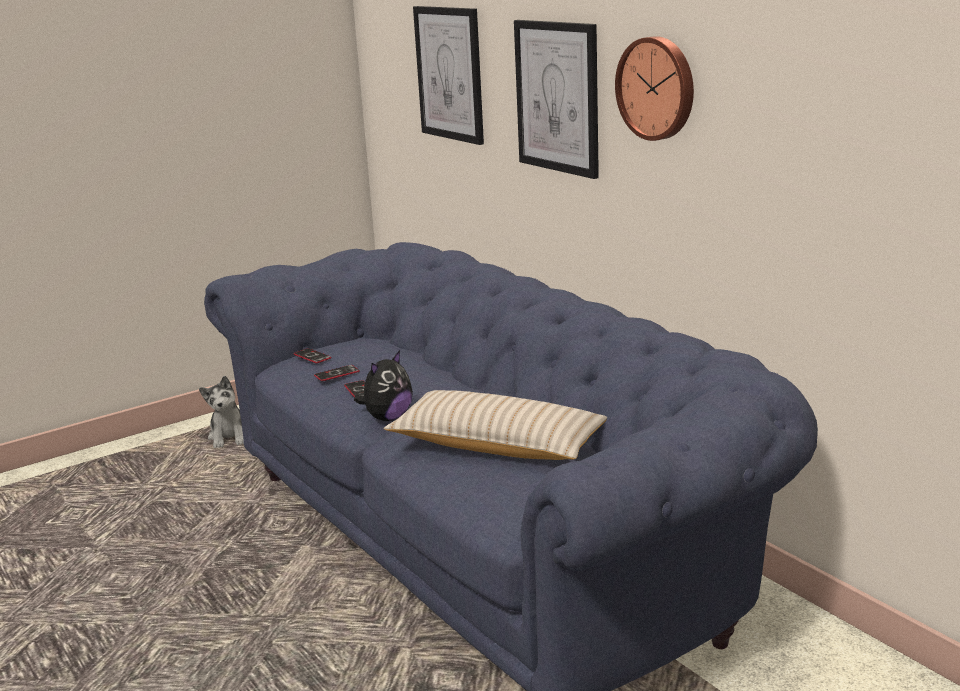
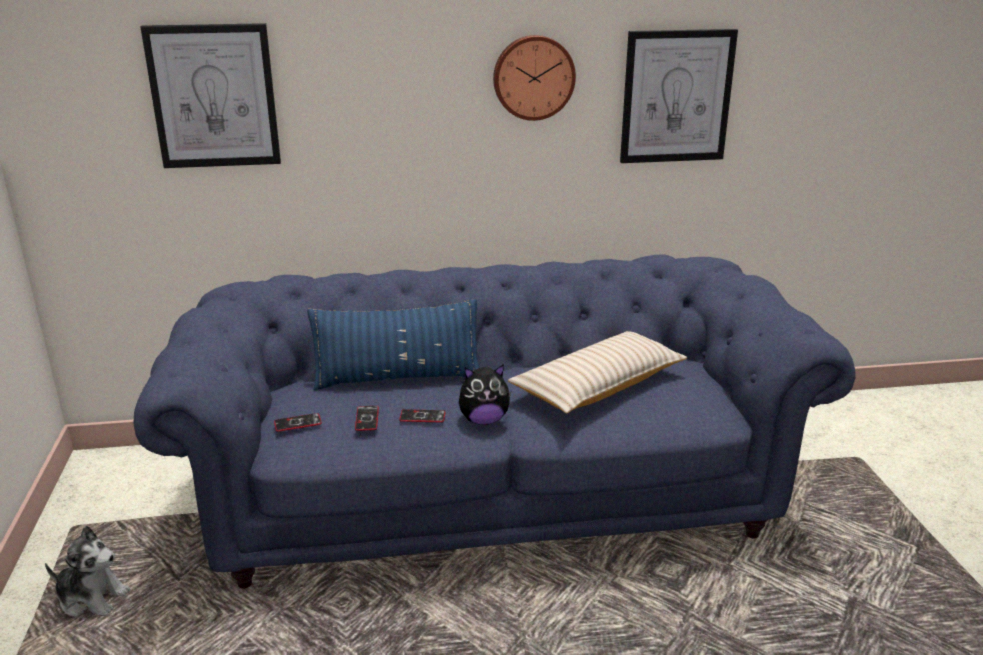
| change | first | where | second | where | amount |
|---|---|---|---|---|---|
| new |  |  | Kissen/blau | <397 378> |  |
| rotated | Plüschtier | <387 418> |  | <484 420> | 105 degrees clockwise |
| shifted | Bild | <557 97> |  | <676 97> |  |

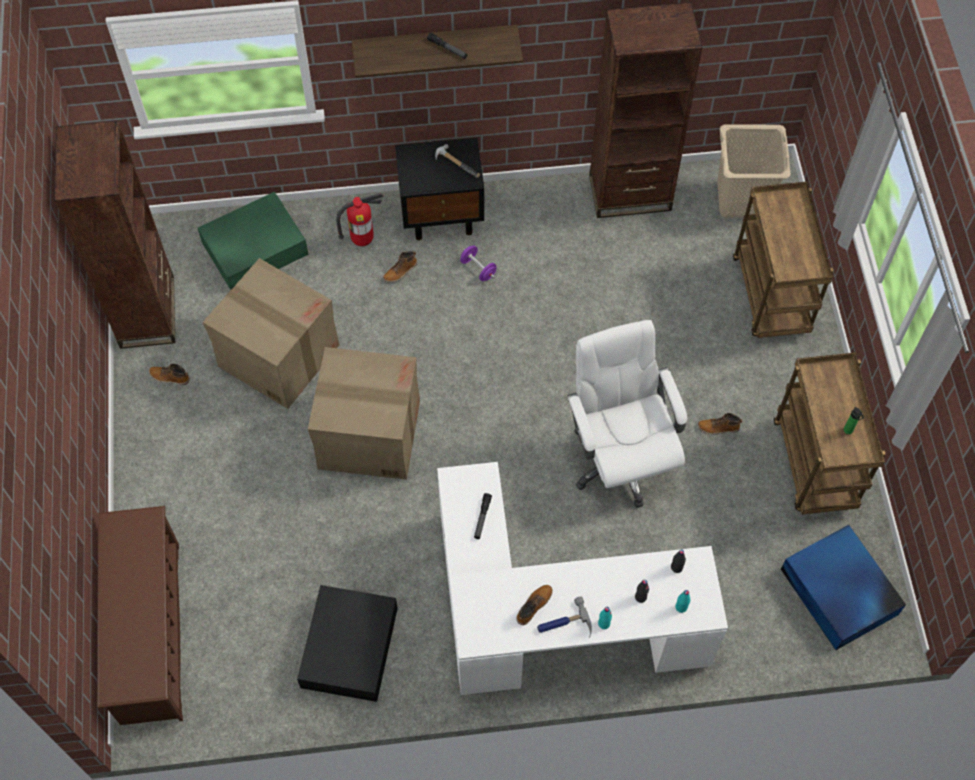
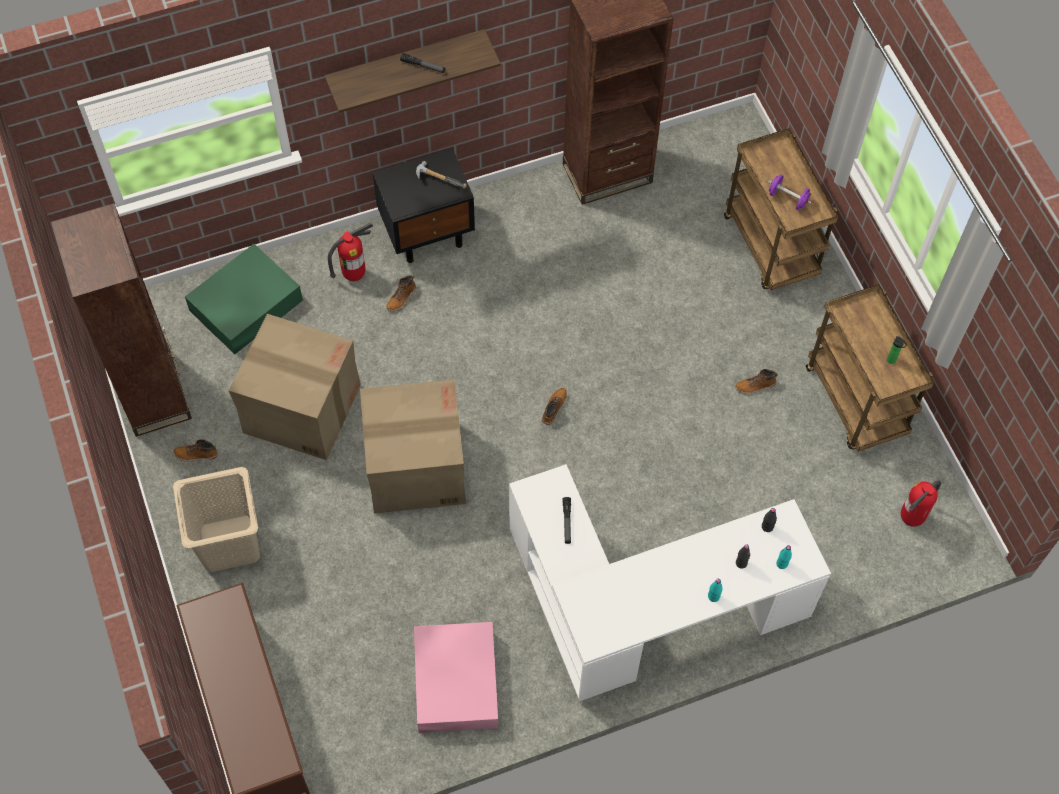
| change | first | where | second | where | amount |
|---|---|---|---|---|---|
| shifted | Wäschekorb/beige | <741 198> |  | <229 542> |  |
| repainted | Aufbewahrungsbox/schwarz | <350 646> | Aufbewahrungsbox/rosa | <457 680> |  |
| shifted | Stiefel | <533 605> |  | <554 407> |  |
| shifted | Hantel/lila | <478 269> |  | <788 198> |  |
| swapped | Aufbewahrungsbox/blau | <839 593> | Feuerlöscher | <911 519> |  |
| gone | Hammer | <563 625> |  |  |  |
| gone | Bürostuhl/weiß | <619 458> |  |  |  |

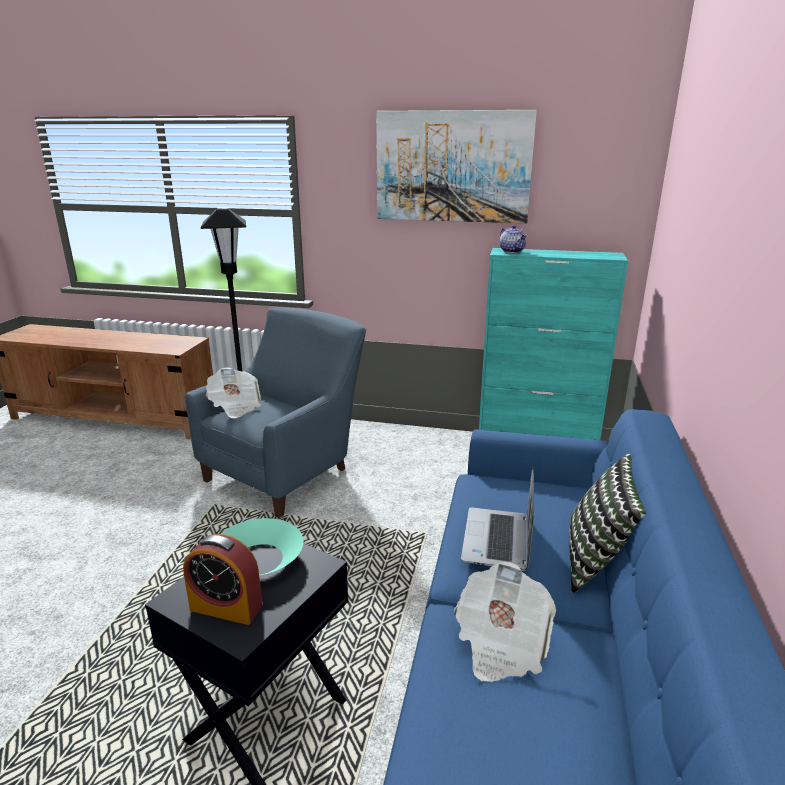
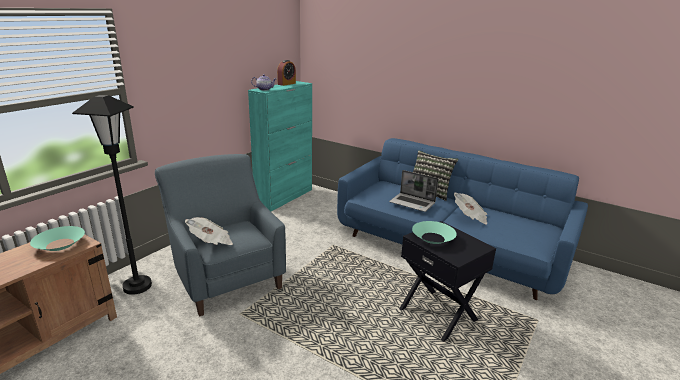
| change | first | where | second | where | amount |
|---|---|---|---|---|---|
| new |  |  | Schüssel/türkis | <60 244> |  |
| shifted | Wecker | <226 607> |  | <286 84> |  |
| gone | Bild | <453 167> |  |  |  |

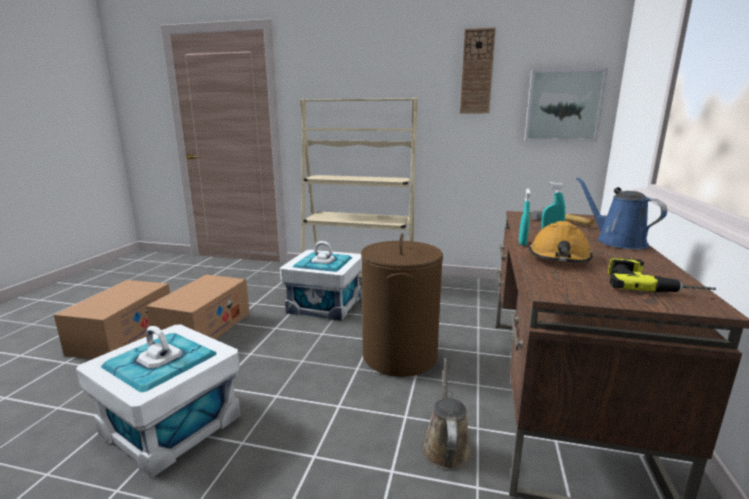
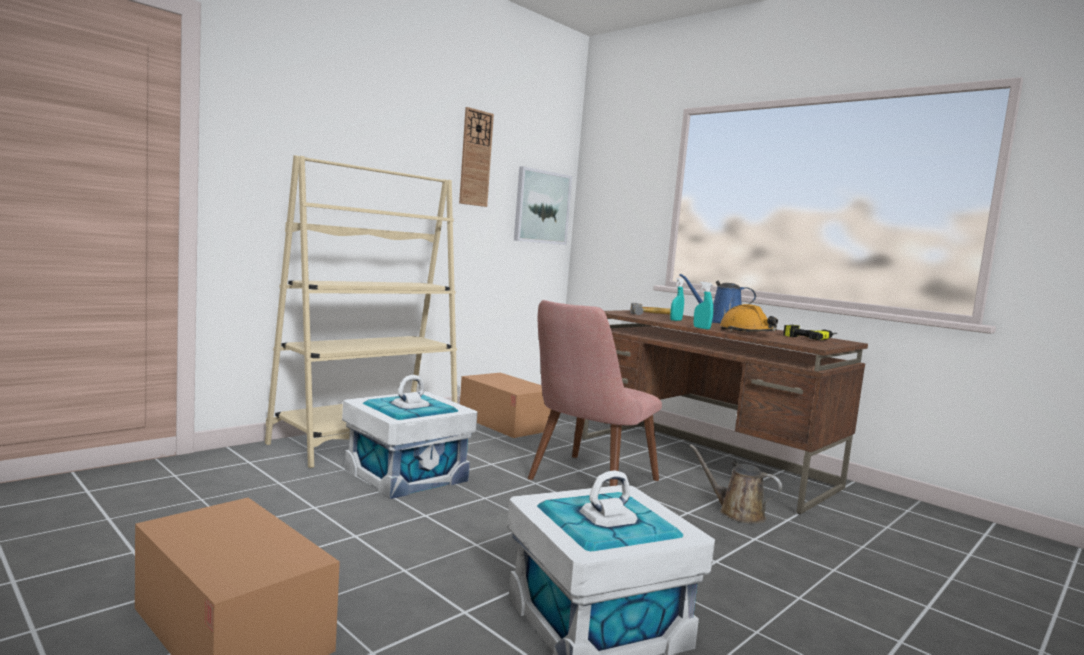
| change | first | where | second | where | amount |
|---|---|---|---|---|---|
| shifted | Karton | <204 328> |  | <504 423> |  |
| swapped | Wäschekorb/braun | <399 355> | Stuhl/rosa | <585 483> |  |

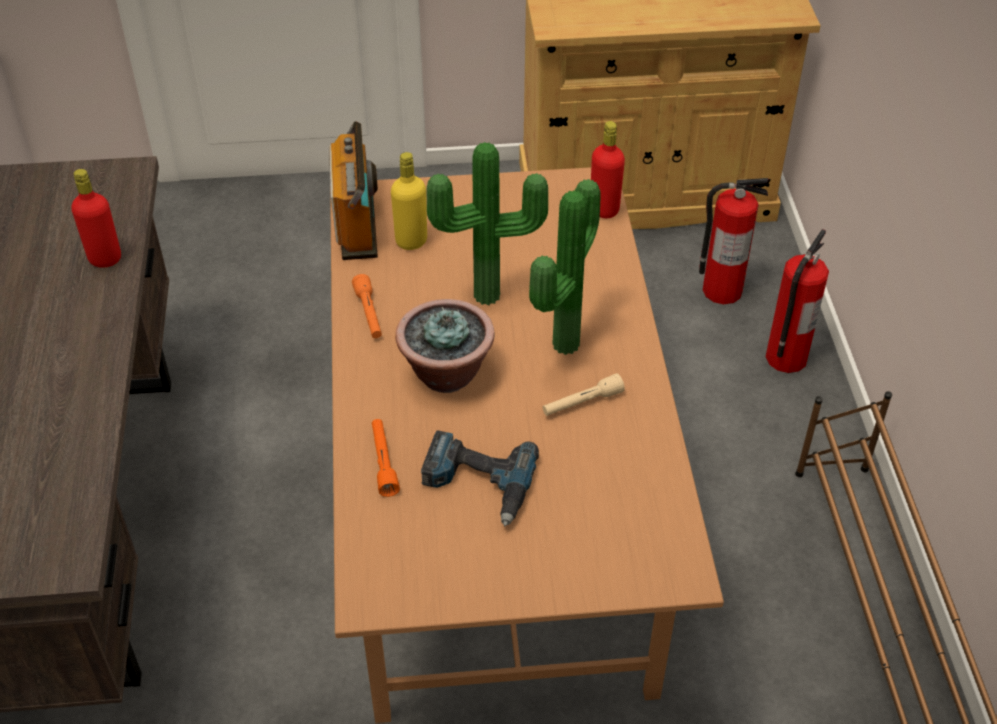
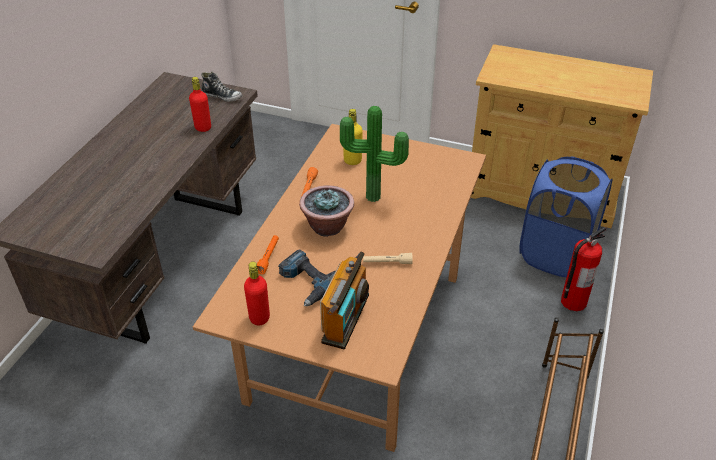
| change | first | where | second | where | amount |
|---|---|---|---|---|---|
| new |  |  | Schuh | <222 96> |  |
| shifted | Flasche/rot | <604 209> |  | <259 318> |  |
| shifted | Radio | <358 223> |  | <346 318> |  |
| swapped | Feuerlöscher | <721 290> | Wäschekorb/blau | <555 254> |  |
| gone | Topfpflanze | <560 343> |  |  |  |

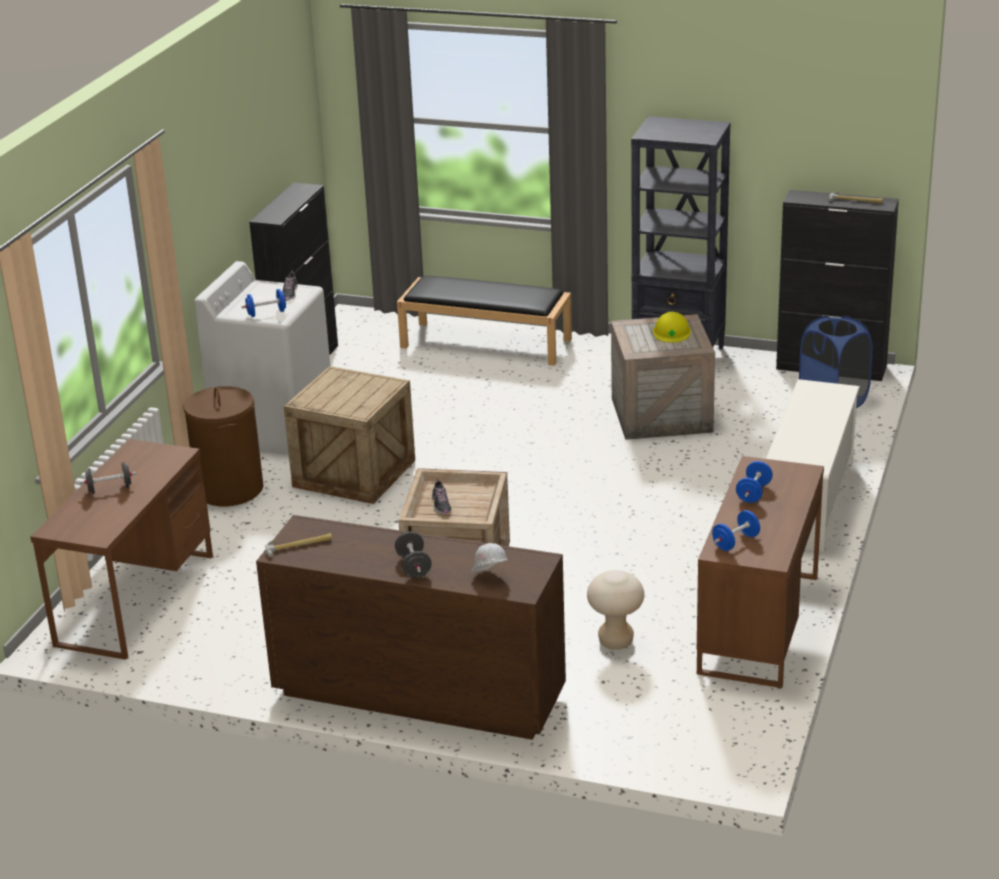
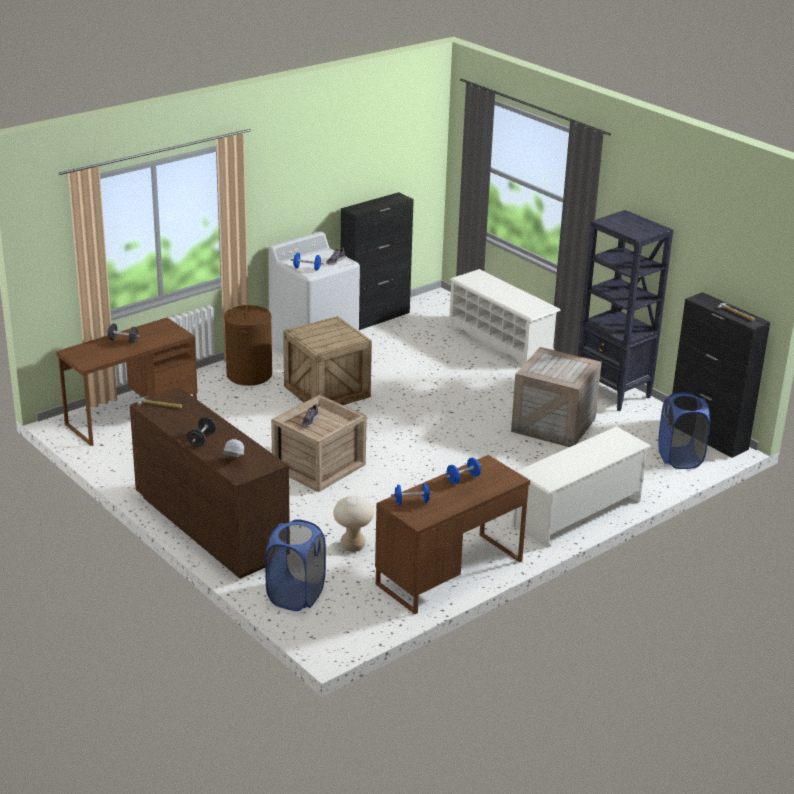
| change | first | where | second | where | amount |
|---|---|---|---|---|---|
| new |  |  | Wäschekorb/blau | <296 596> |  |
| swapped | Bank/schwarz | <487 343> | Schuhregal/weiß | <500 342> |  |
| gone | Schutzhelm/gelb | <672 332> |  |  |  |

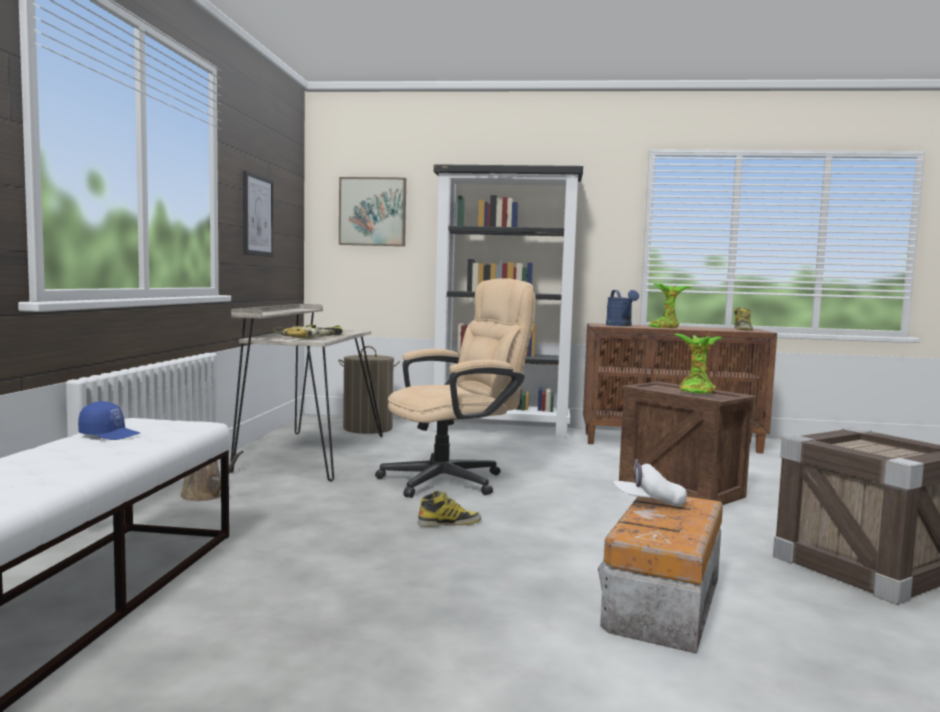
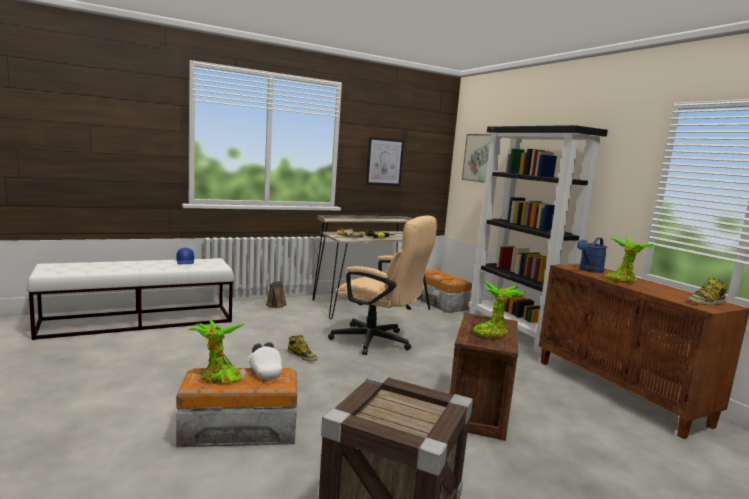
| change | first | where | second | where | amount |
|---|---|---|---|---|---|
| new |  |  | Topfpflanze | <218 378> |  |
| swapped | Wäschekorb | <368 428> | Aufbewahrungsbox | <440 303> |  |

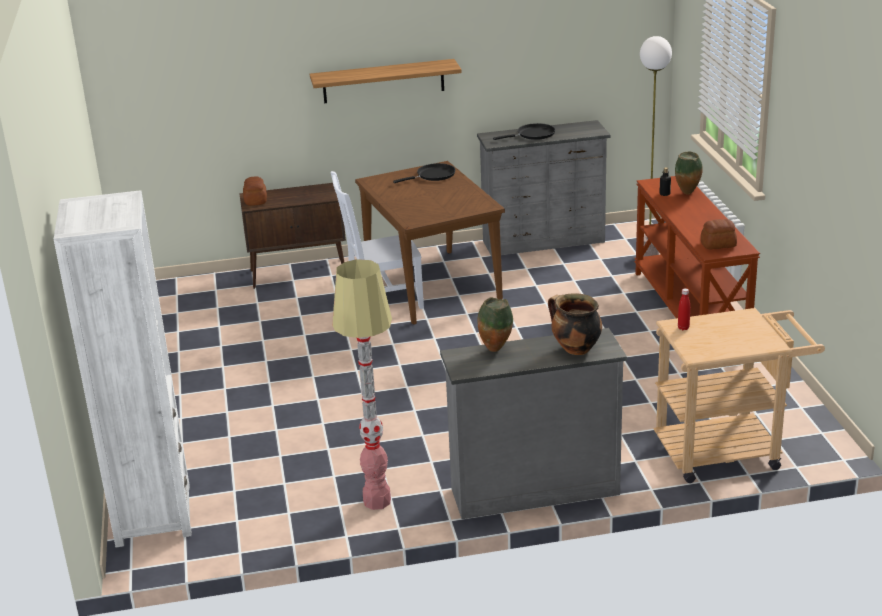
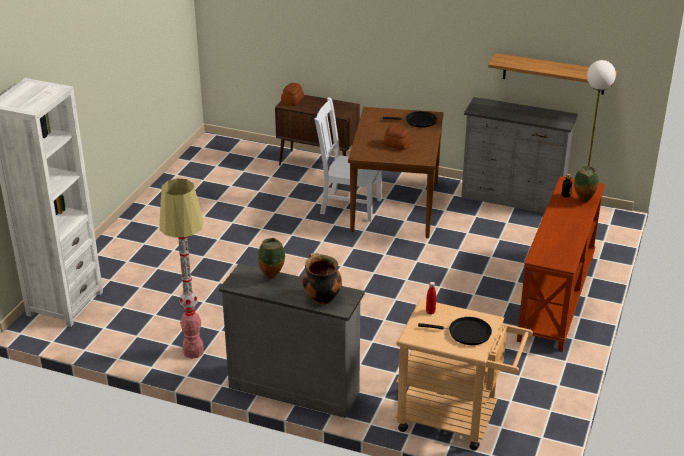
| change | first | where | second | where | amount |
|---|---|---|---|---|---|
| shifted | Brot | <717 244> |  | <396 145> |  |
| shifted | Pfanne/schwarz | <533 135> |  | <466 333> |  |
| shifted | Wandregal | <383 81> |  | <554 74> |  |

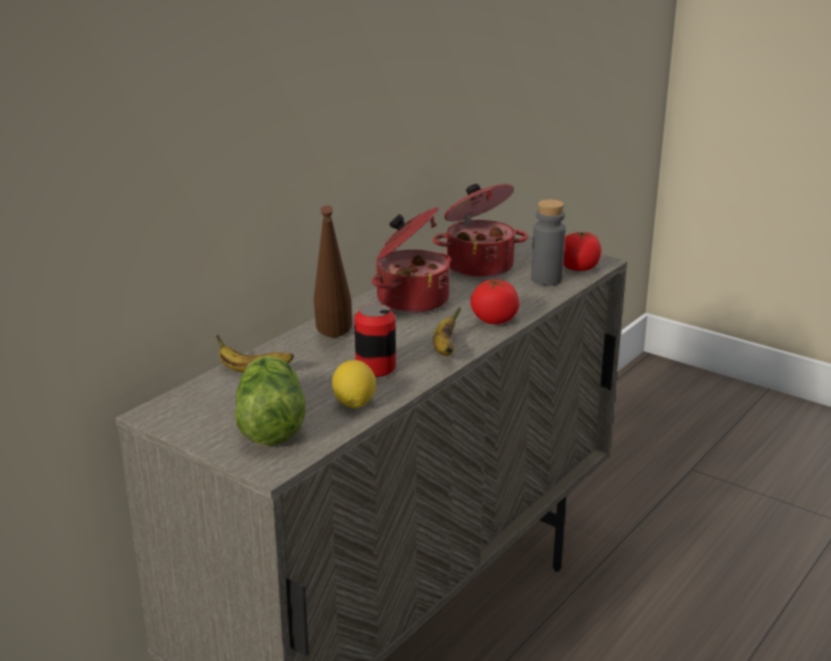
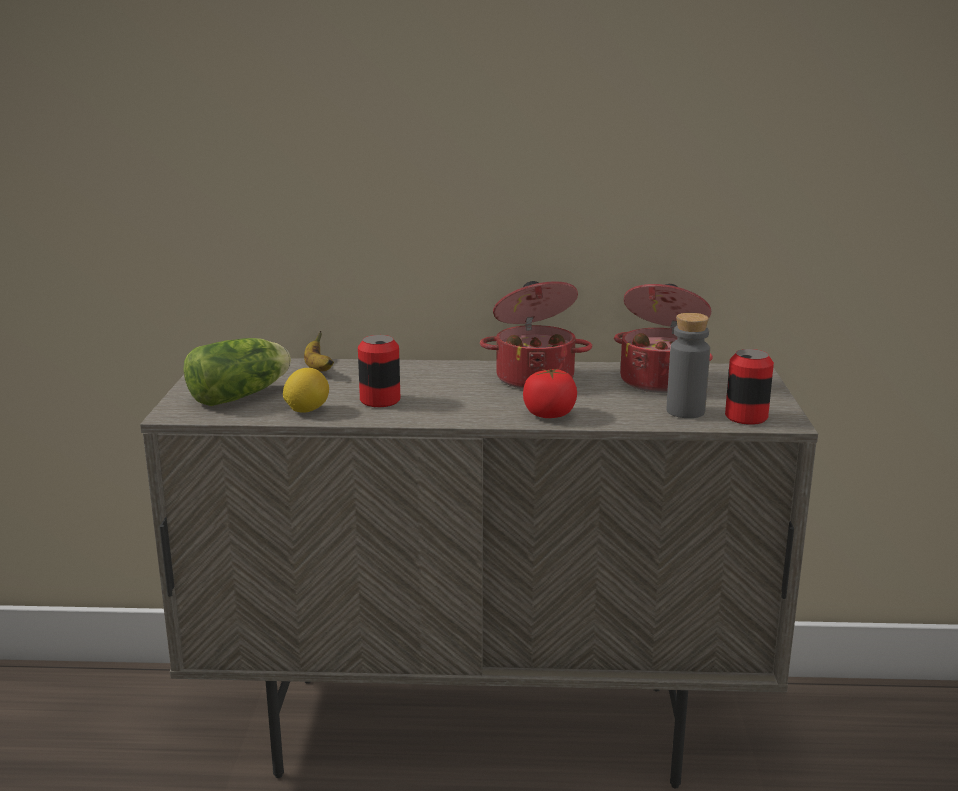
| change | first | where | second | where | amount |
|---|---|---|---|---|---|
| swapped | Tomate | <579 268> | Dose | <746 417> |  |
| gone | Flasche/braun | <333 339> |  |  |  |
| gone | Banane | <445 349> |  |  |  |

